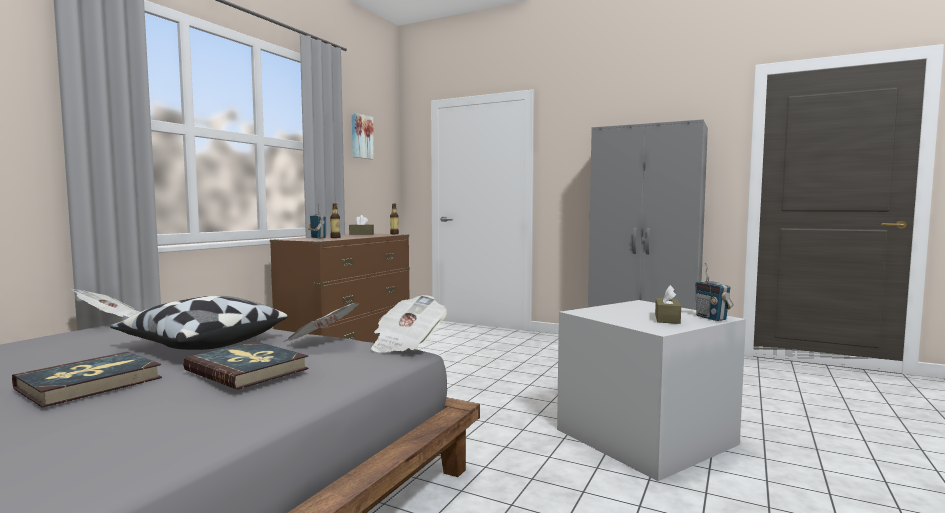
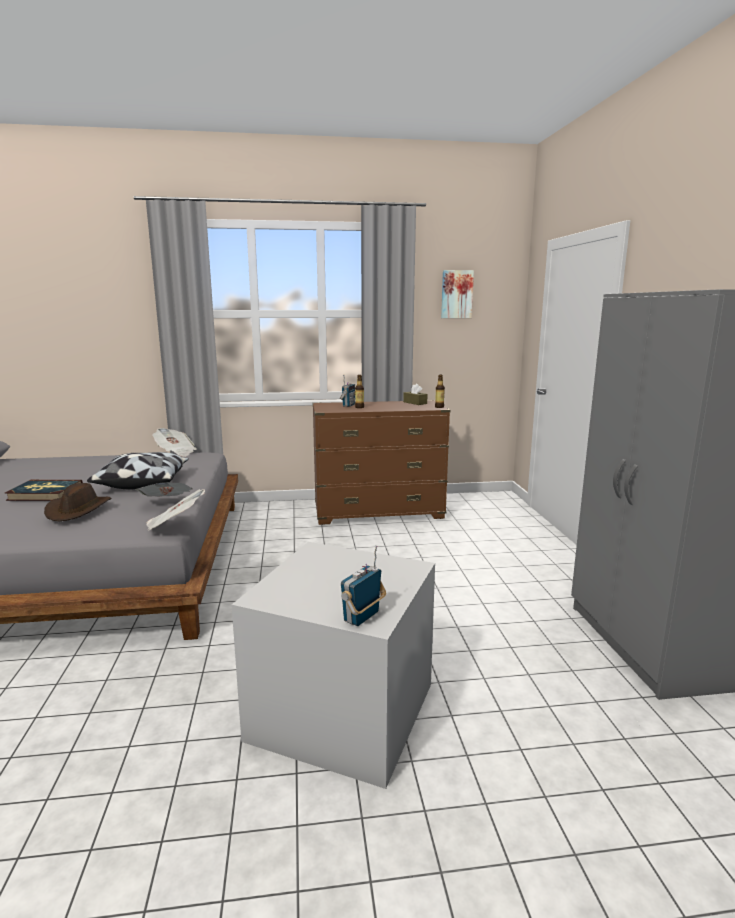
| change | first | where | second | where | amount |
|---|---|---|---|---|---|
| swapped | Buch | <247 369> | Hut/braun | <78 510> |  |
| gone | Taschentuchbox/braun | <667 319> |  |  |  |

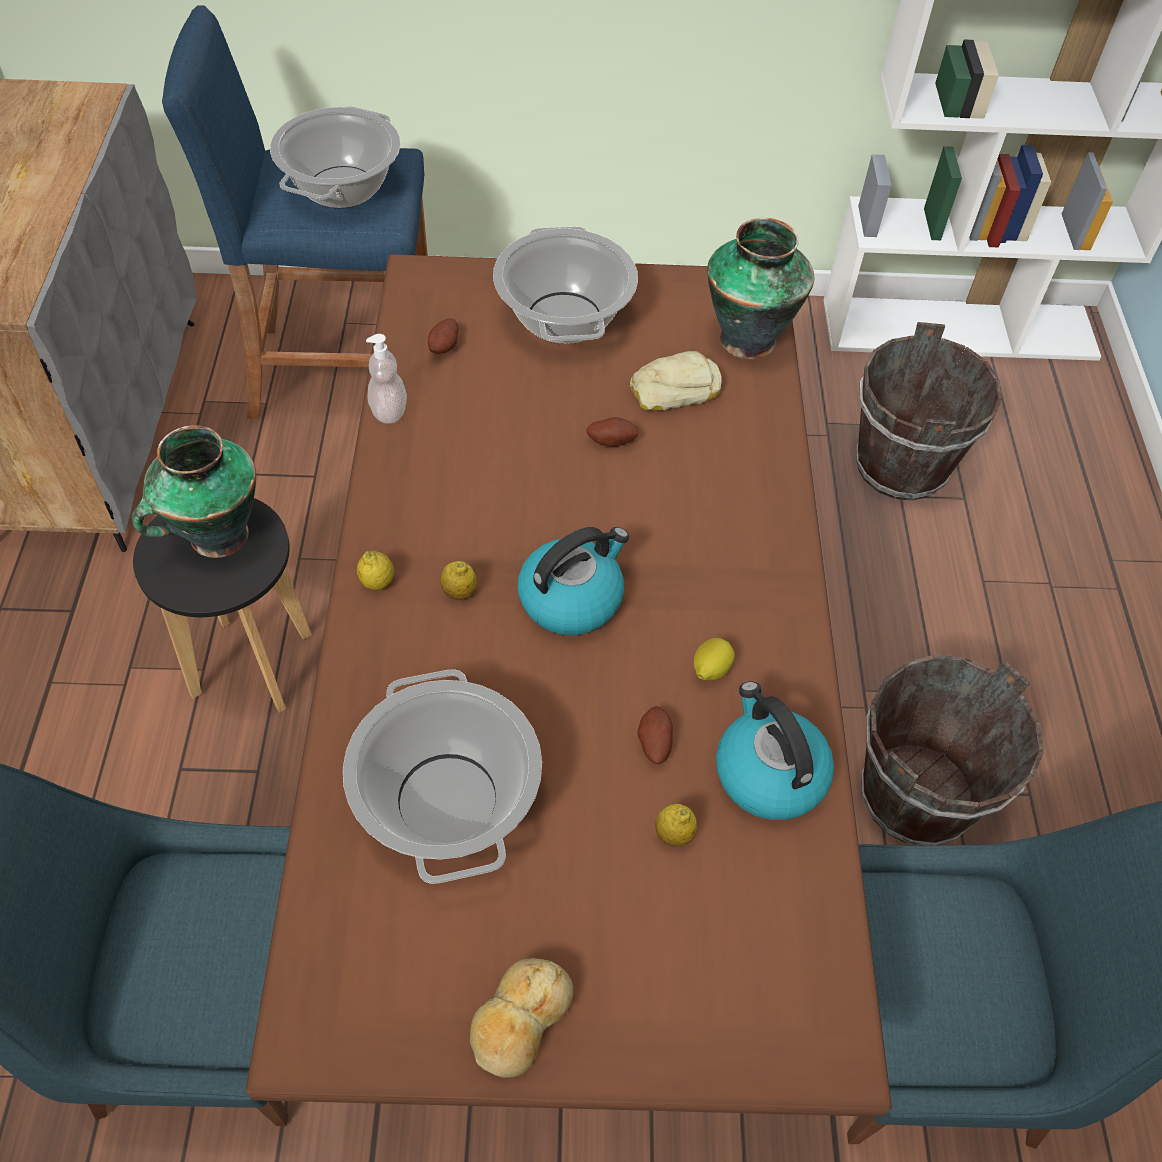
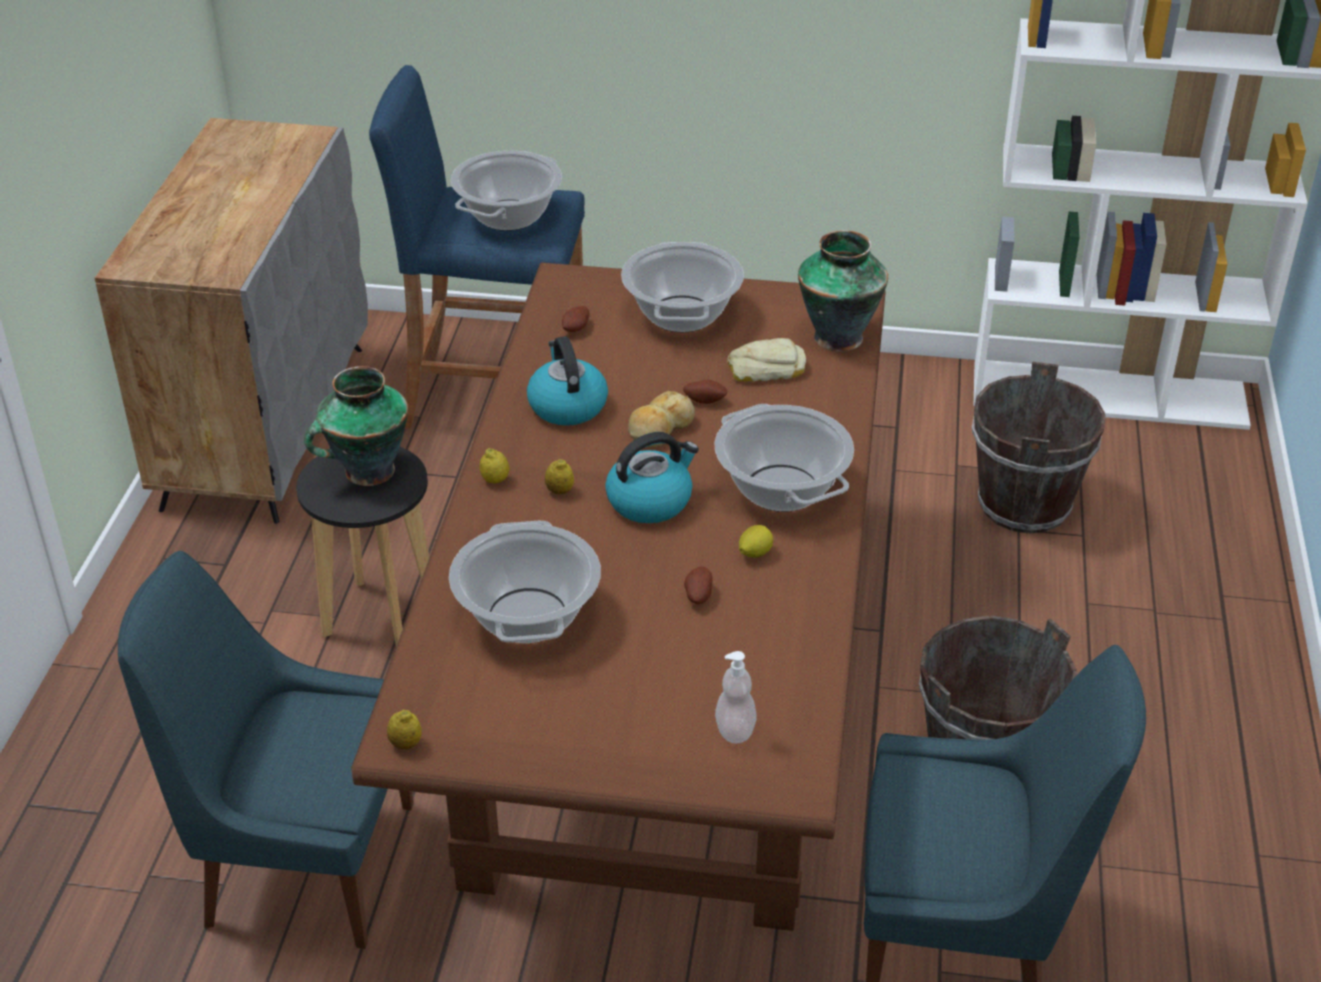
| change | first | where | second | where | amount |
|---|---|---|---|---|---|
| shifted | Zitrone | <673 835> |  | <405 744> |  |
| shifted | Wasserkessel | <768 773> |  | <567 405> |  |
| shifted | Brot | <519 1021> |  | <659 429> |  |
| new |  |  | Kochtopf | <781 488> |  |
| shifted | Seifenspender | <389 411> |  | <735 730> |  |

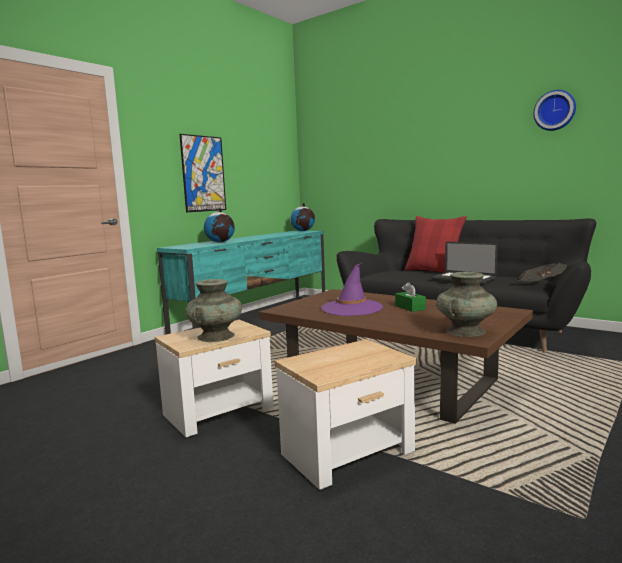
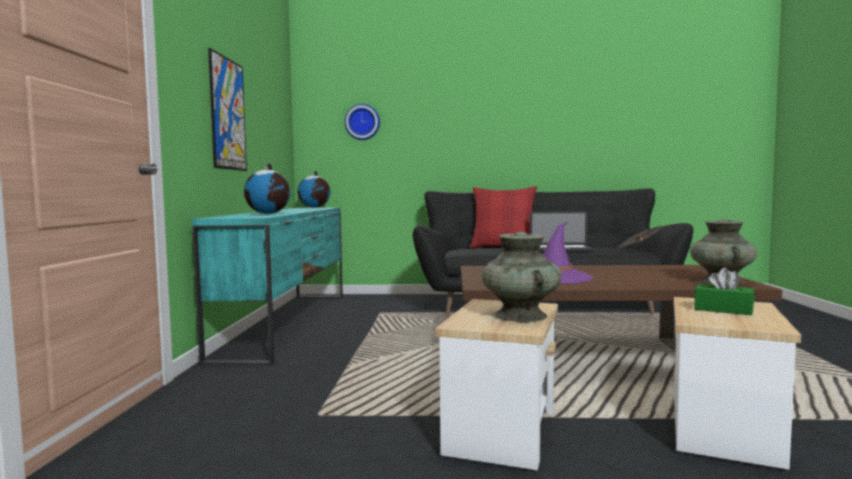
| change | first | where | second | where | amount |
|---|---|---|---|---|---|
| shifted | Wanduhr | <555 110> |  | <362 122> |  |
| shifted | Taschentuchbox/grün | <410 307> |  | <723 310> |  |

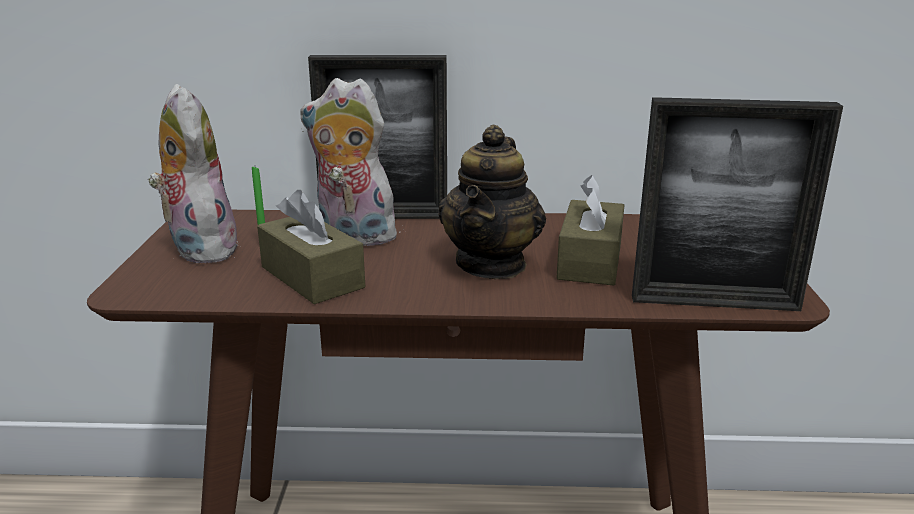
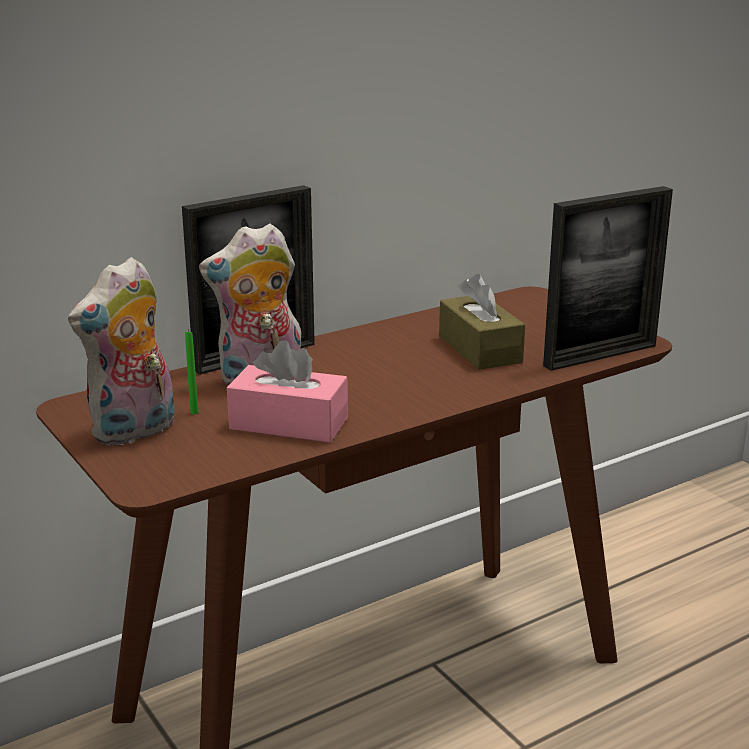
| change | first | where | second | where | amount |
|---|---|---|---|---|---|
| rotated | Plüschtier | <199 248> |  | <135 432> | 75 degrees counterclockwise |
| repainted | Taschentuchbox/braun | <312 277> | Taschentuchbox/rosa | <289 424> |  |
| gone | Teekanne | <492 264> |  |  |  |

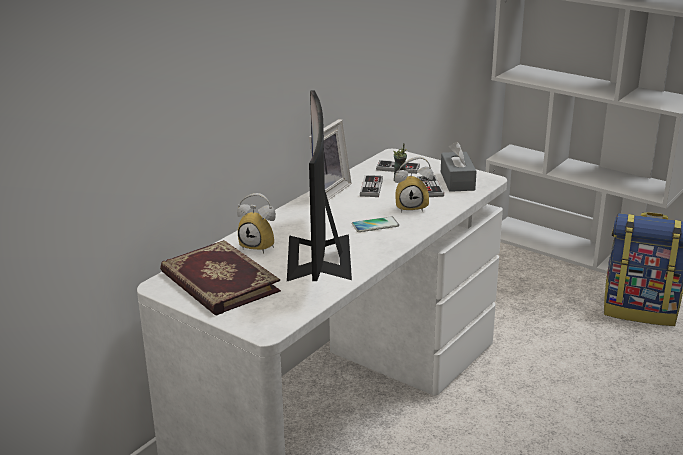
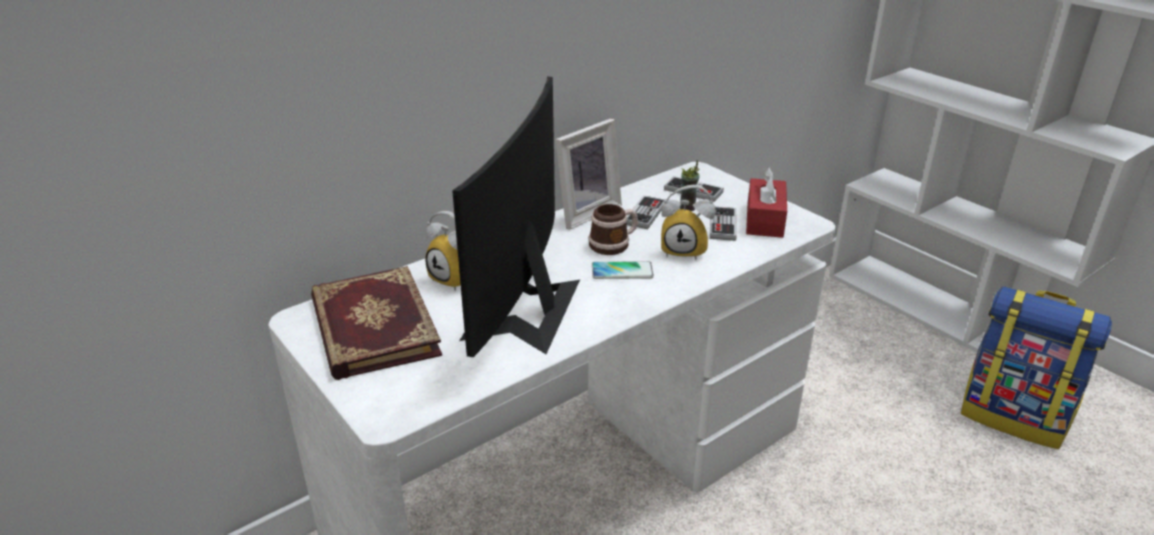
| change | first | where | second | where | amount |
|---|---|---|---|---|---|
| new |  |  | Henkelbecher | <614 244> |  |
| repainted | Taschentuchbox/grau | <457 181> | Taschentuchbox/rot | <764 220> |  |

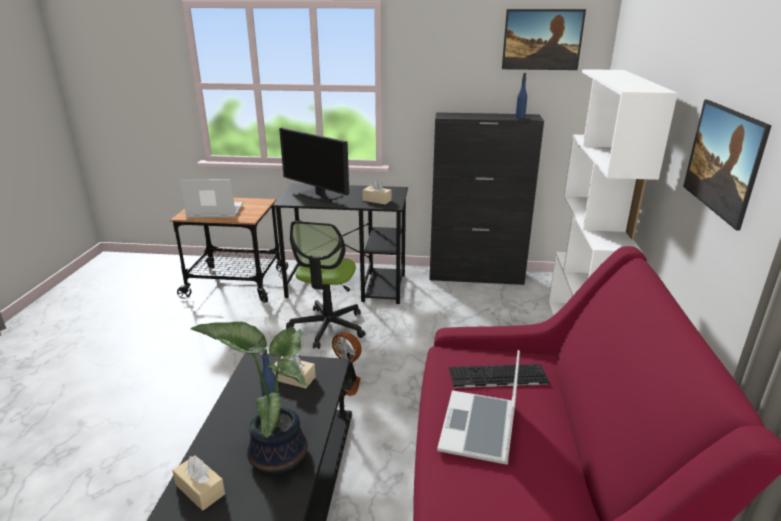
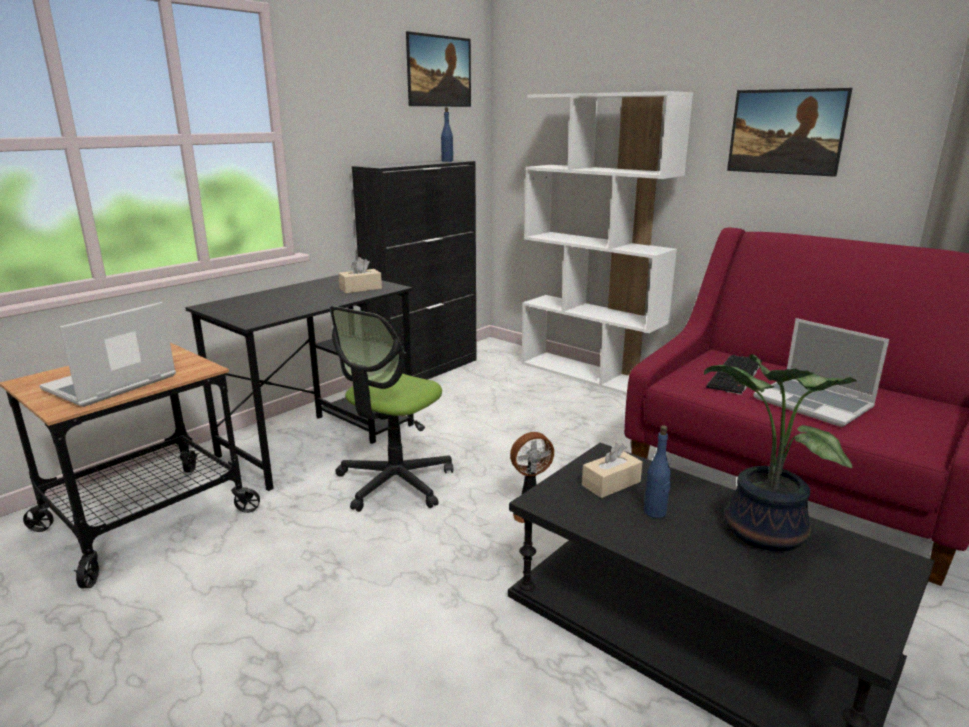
| change | first | where | second | where | amount |
|---|---|---|---|---|---|
| rotated | Bürostuhl | <328 327> |  | <394 482> | 75 degrees clockwise |
| gone | Taschentuchbox/beige | <200 489> |  |  |  |
| gone | Monitor | <320 195> |  |  |  |

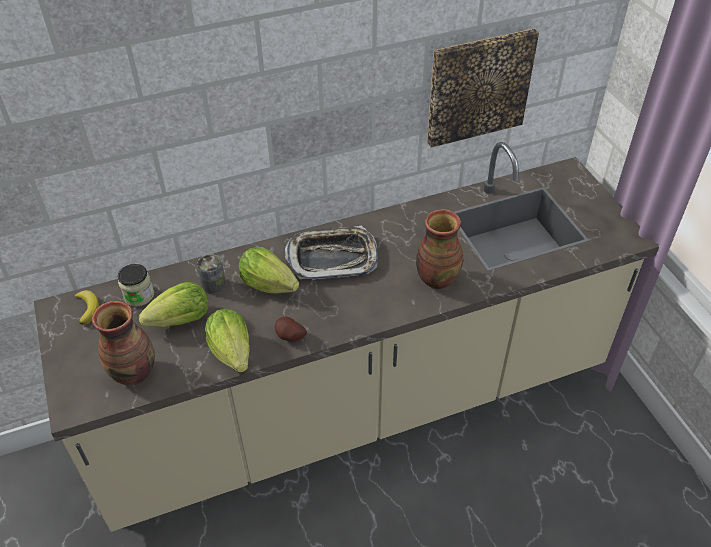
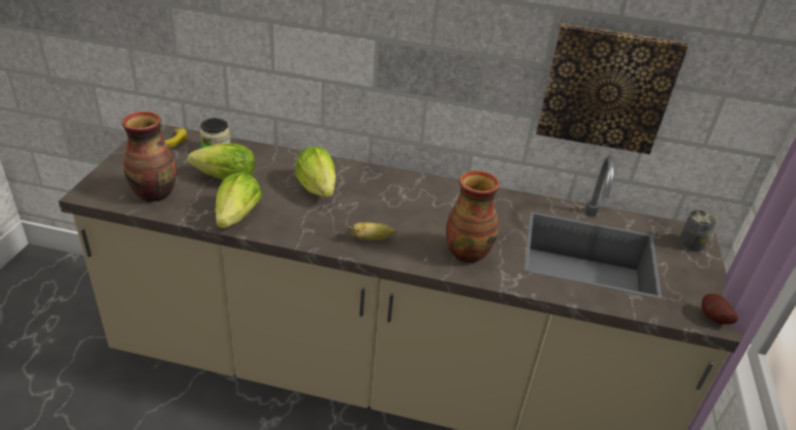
| change | first | where | second | where | amount |
|---|---|---|---|---|---|
| new |  |  | Banane | <371 239> |  |
| shifted | Dose | <214 285> |  | <691 244> |  |
| shifted | Kartoffel | <289 337> |  | <712 319> |  |
| gone | Tablett | <332 258> |  |  |  |

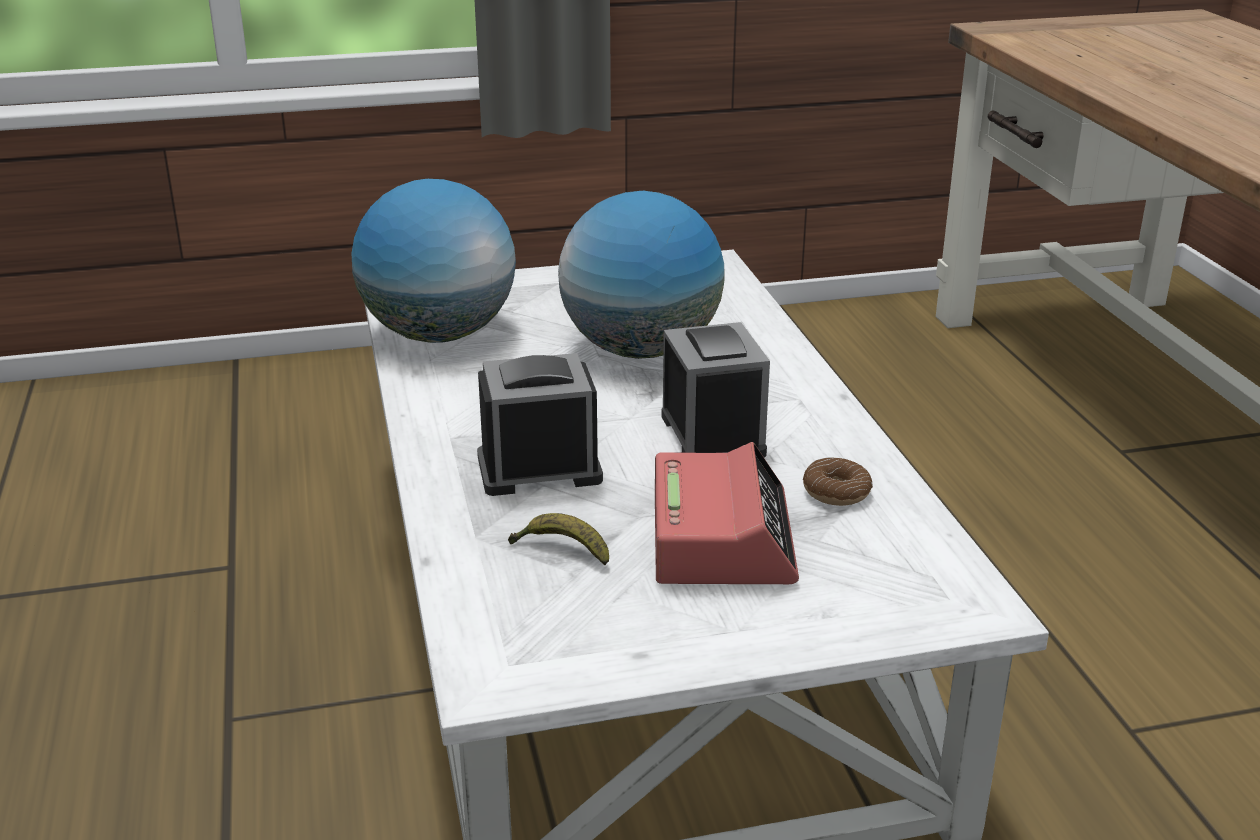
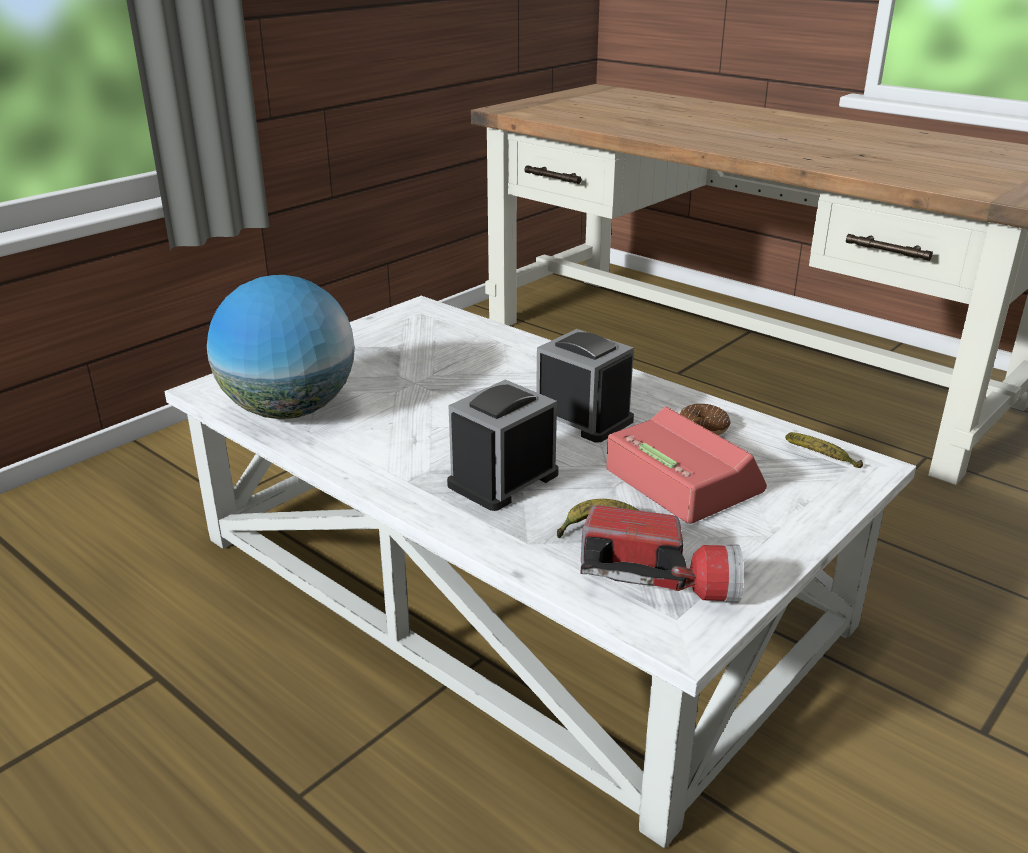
| change | first | where | second | where | amount |
|---|---|---|---|---|---|
| new |  |  | Taschenlampe | <658 579> |  |
| new |  |  | Banane | <819 459> |  |
| gone | Globus | <641 350> |  |  |  |

